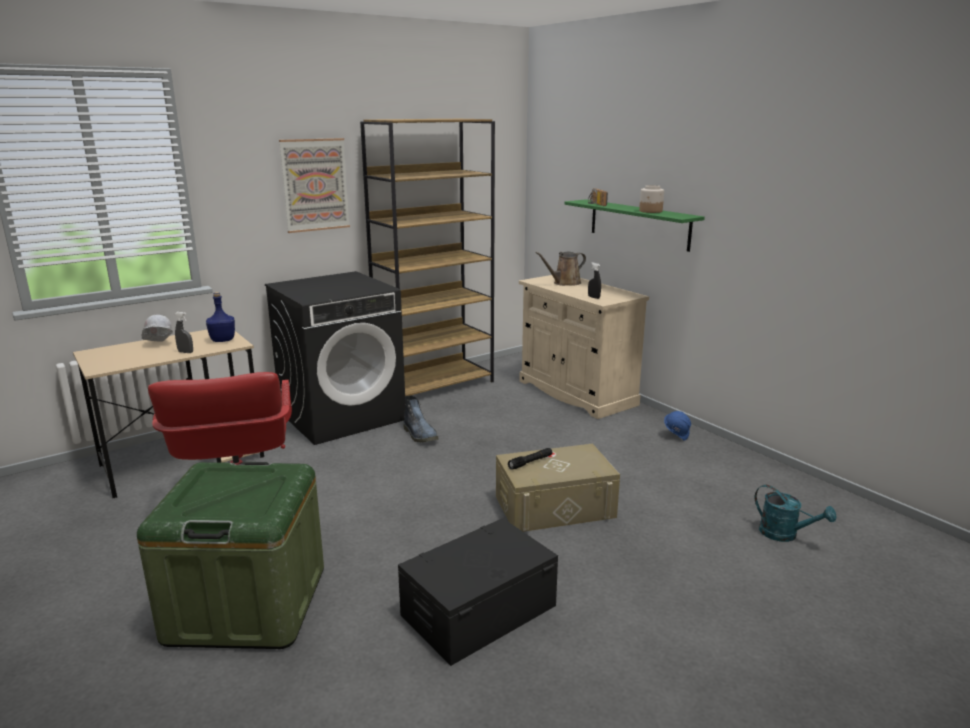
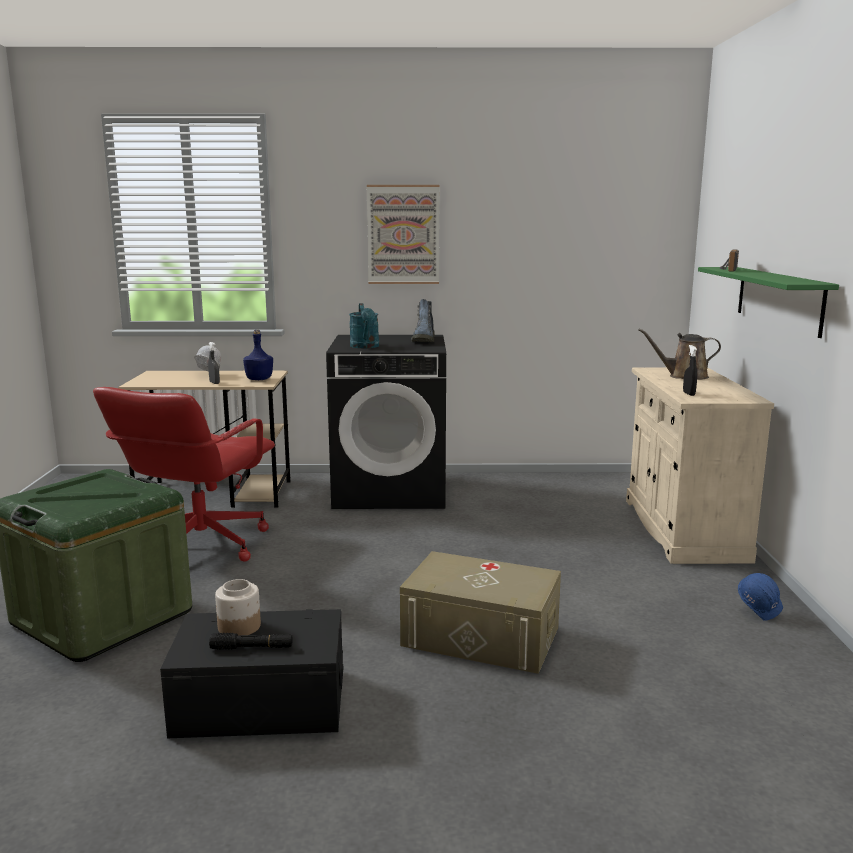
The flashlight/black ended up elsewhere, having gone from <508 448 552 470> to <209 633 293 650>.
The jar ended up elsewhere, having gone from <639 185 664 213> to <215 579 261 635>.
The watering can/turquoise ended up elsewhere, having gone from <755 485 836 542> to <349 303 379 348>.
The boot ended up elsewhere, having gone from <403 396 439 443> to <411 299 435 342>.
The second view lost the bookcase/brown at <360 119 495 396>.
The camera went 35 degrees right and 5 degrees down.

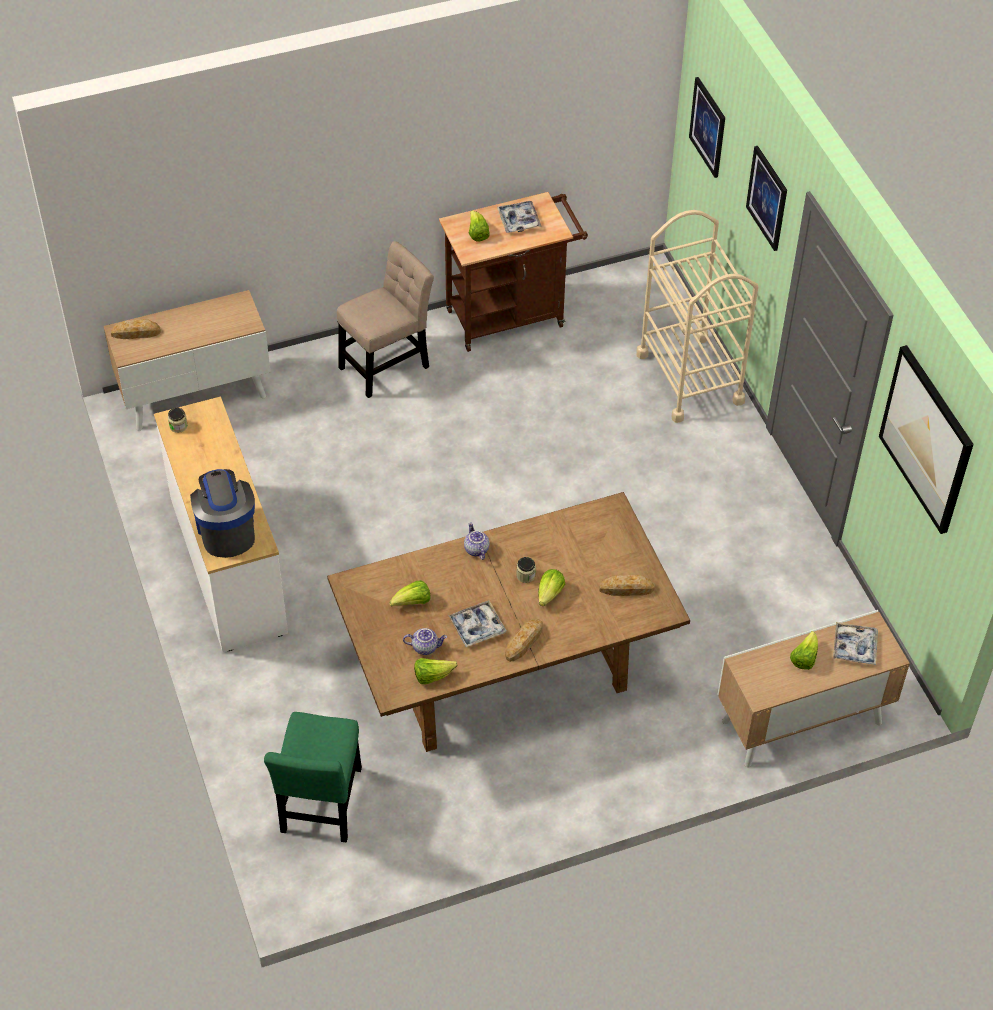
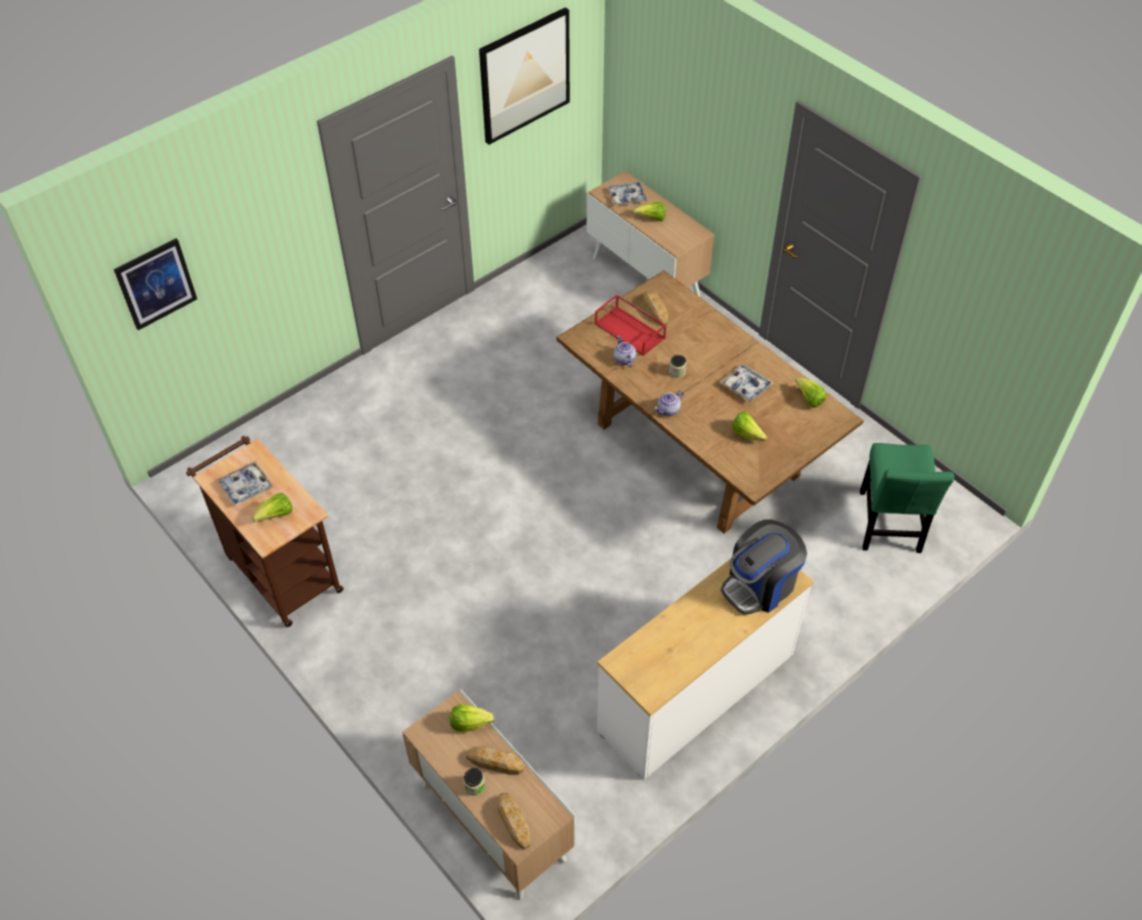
The lettuce ended up elsewhere, having gone from <538 569 565 606> to <450 704 495 732>.
The jar ended up elsewhere, having gone from <168 408 188 433> to <463 768 485 796>.
The bread ended up elsewhere, having gone from <505 619 543 662> to <466 746 524 775>.
The second view gained the tray/red at <595 294 667 356>.
The teapot ended up elsewhere, having gone from <403 628 447 655> to <614 336 636 367>.
The chair/green at <264 712 362 842> ended up facing another way, 105 degrees clockwise from before.
The second view lost the chair/beige at <337 241 434 398>.
The second view lost the cart/beige at <636 210 758 423>.
The second view lost the picture at <746 146 787 251>.
The camera went 110 degrees left and 0 degrees up.

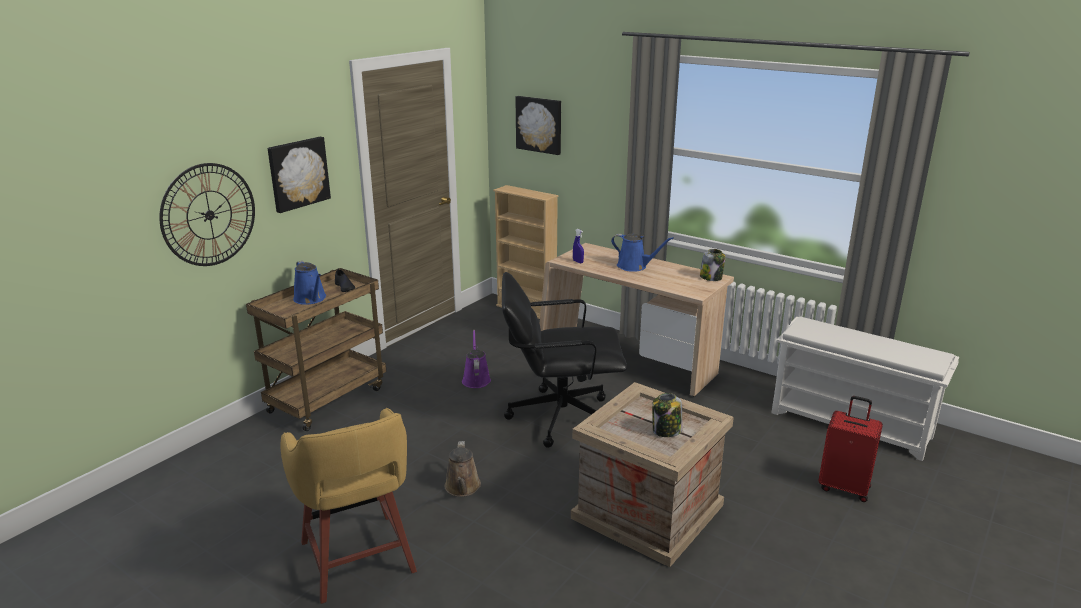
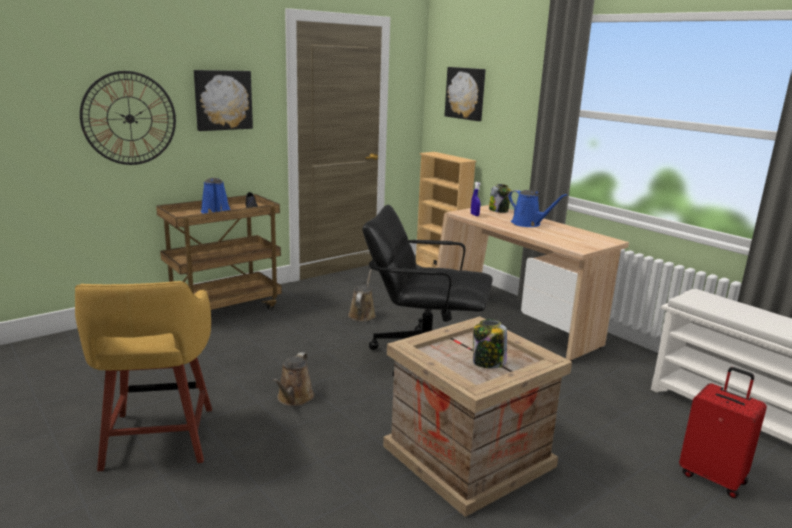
What was the watering can/purple at <462 330 491 388> turned into the watering can/brown at <348 270 376 321>.
The jar ended up elsewhere, having gone from <700 249 726 281> to <489 184 511 213>.
The camera went 15 degrees right and 5 degrees down.

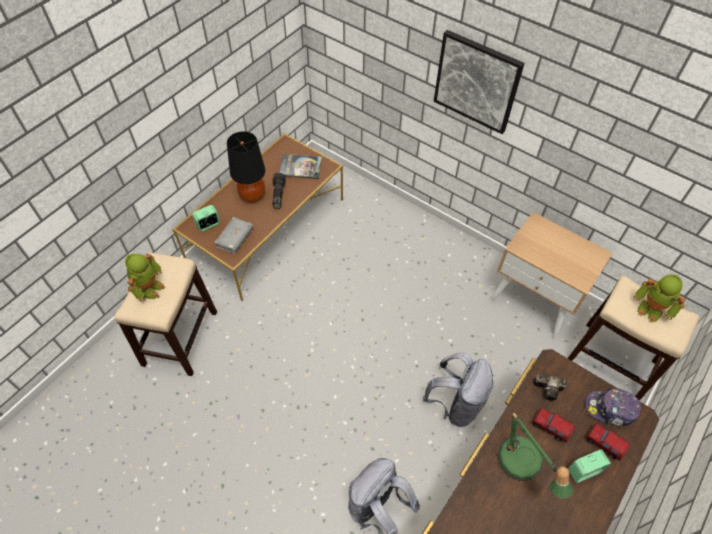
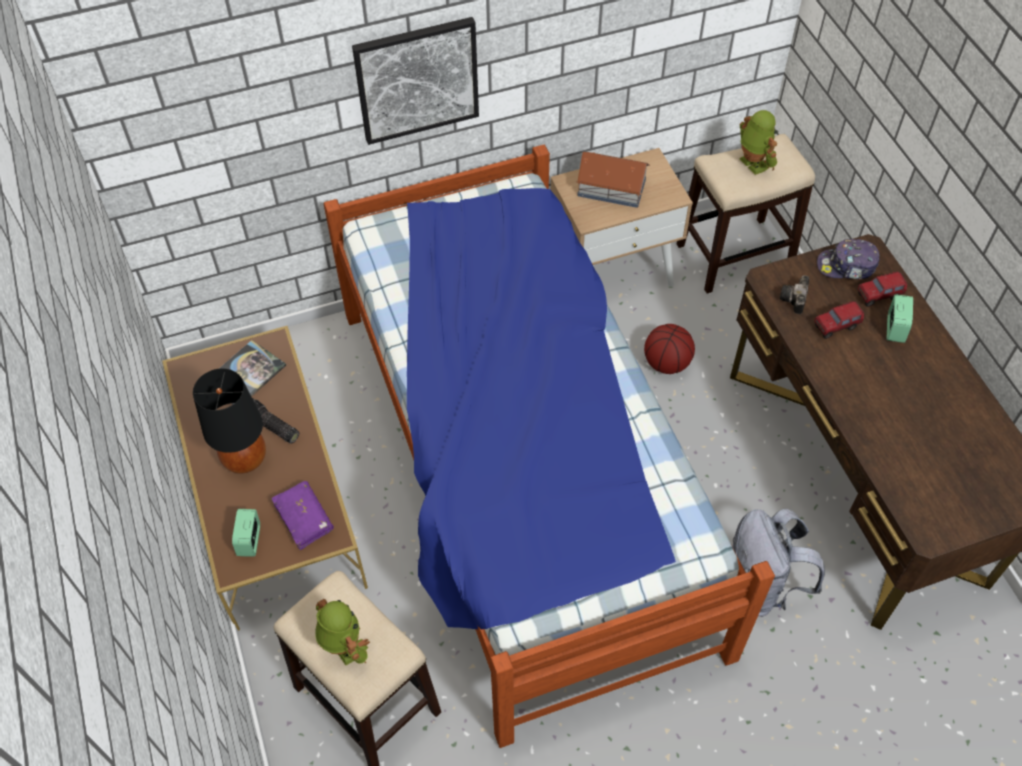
What was the book/grey at <214 217 254 253> turned into the book/purple at <271 481 334 550>.
The second view gained the bed at <323 145 775 748>.
The second view gained the toy house at <576 152 650 208>.
The second view gained the basketball at <644 324 695 374>.
The toy robot at <634 274 686 323> ended up facing another way, 105 degrees counterclockwise from before.
The photo camera at <533 375 567 401> ended up facing another way, 150 degrees clockwise from before.
The cap at <585 387 641 427> ended up facing another way, 45 degrees clockwise from before.
The second view lost the backpack/grey at <423 353 494 427>.
The second view lost the table lamp at <497 411 574 499>.
The camera went 55 degrees left and 0 degrees up.

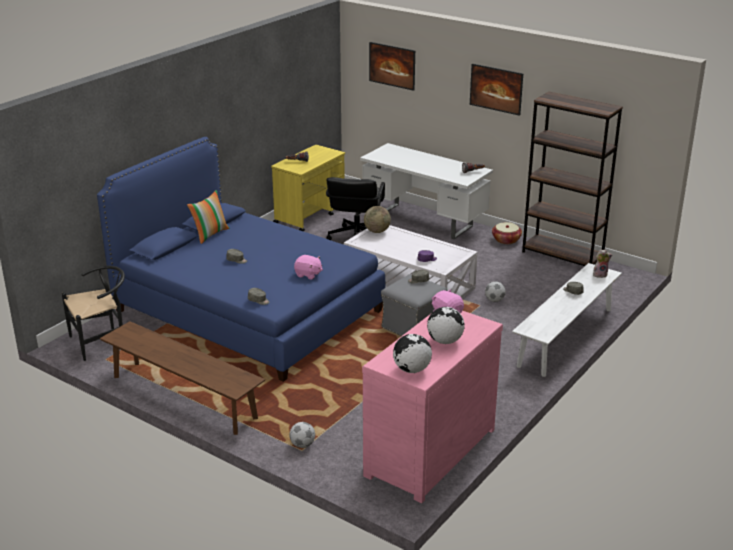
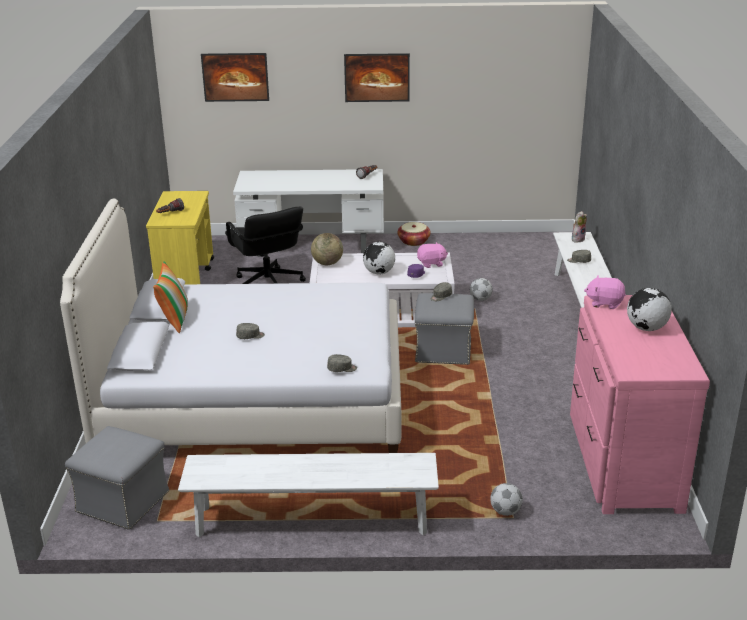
What was the bed/blue at <97 137 385 382> turned into the bed/white at <60 199 402 453>.
Where the chair/black stood at <62 266 125 361>, the ottoman/grey came to stand at <65 426 169 530>.
What was the bench/brown at <100 321 265 435> turned into the bench/white at <178 453 439 537>.
The globe ended up elsewhere, having gone from <393 334 432 373> to <363 242 395 275>.
The plush toy/pink ended up elsewhere, having gone from <294 255 323 280> to <417 242 448 268>.
The second view lost the bookcase/brown at <522 92 623 266>.
The camera went 35 degrees left and 0 degrees up.

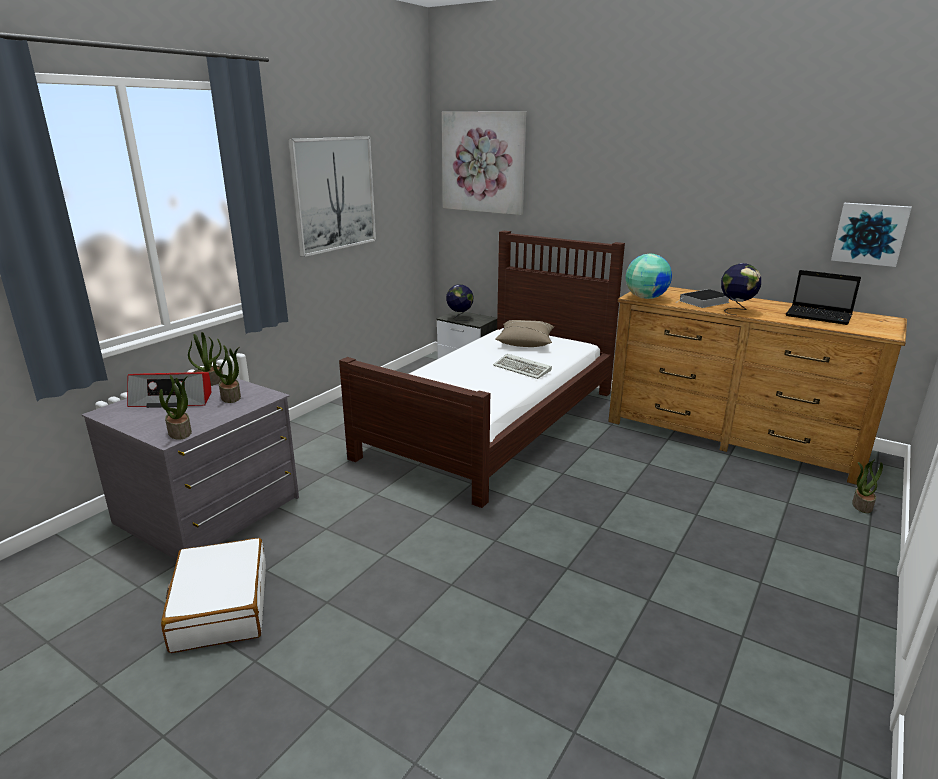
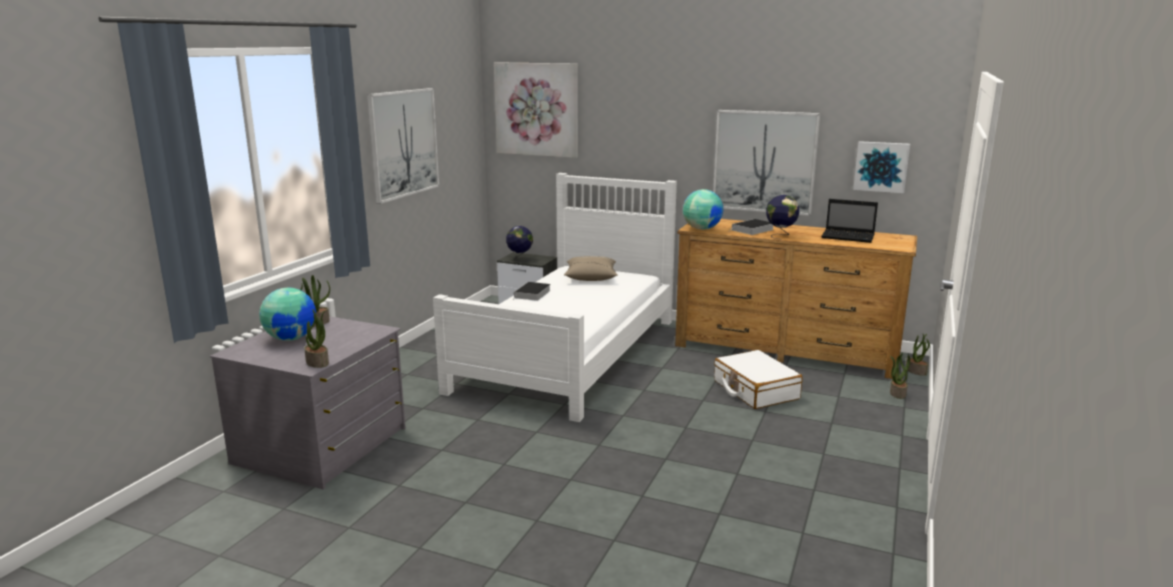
Where the radio stood at <127 372 211 408>, the globe came to stand at <259 288 316 341>.
What was the bed/brown at <339 231 625 508> turned into the bed/white at <433 173 677 422>.
The second view gained the book at <513 282 551 301>.
The second view gained the picture at <713 110 820 216>.
The suitcase/white ended up elsewhere, having gone from <161 538 266 653> to <714 350 803 409>.
The potted plant ended up elsewhere, having gone from <213 345 241 403> to <906 334 930 376>.
The second view lost the keyboard at <493 354 552 379>.
The camera went 10 degrees left and 5 degrees down.

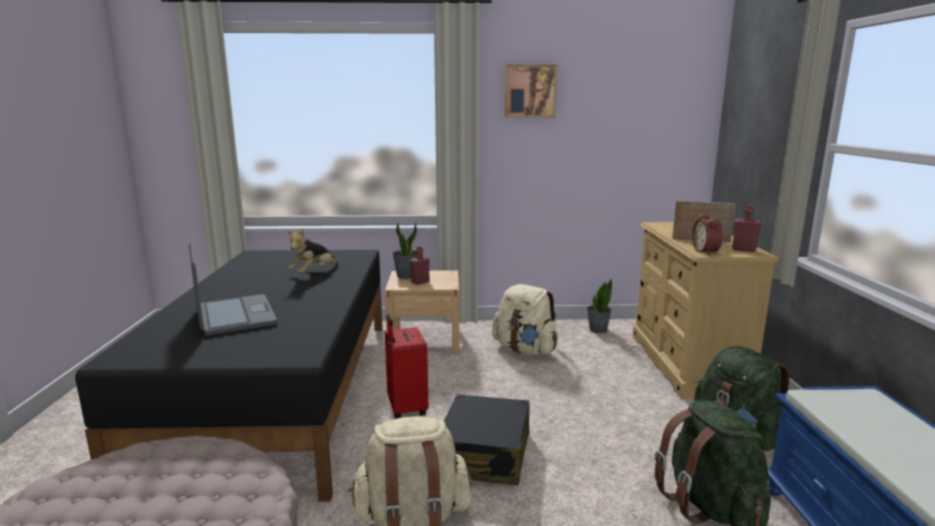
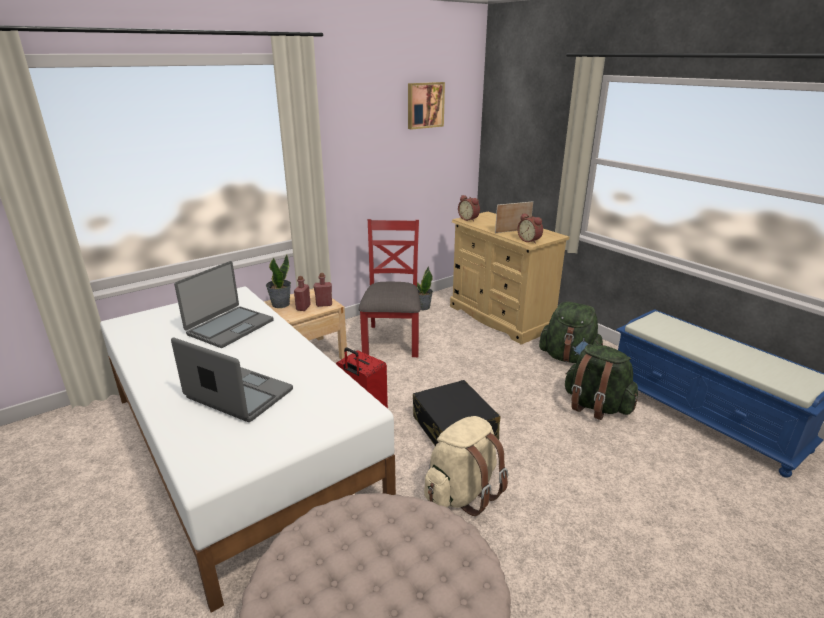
What was the bed/black at <75 250 382 501> turned into the bed/white at <100 286 396 613>.
Where the plush toy stood at <287 229 338 273>, the laptop came to stand at <174 261 274 348>.
The bottle/red ended up elsewhere, having gone from <732 205 761 252> to <314 273 332 307>.
Where the backpack/beige stood at <492 284 558 355>, the chair/red came to stand at <358 219 421 357>.
The picture ended up elsewhere, having gone from <504 64 557 118> to <408 82 445 130>.
The second view gained the alarm clock at <458 195 480 222>.
The camera went 35 degrees left and 10 degrees up.

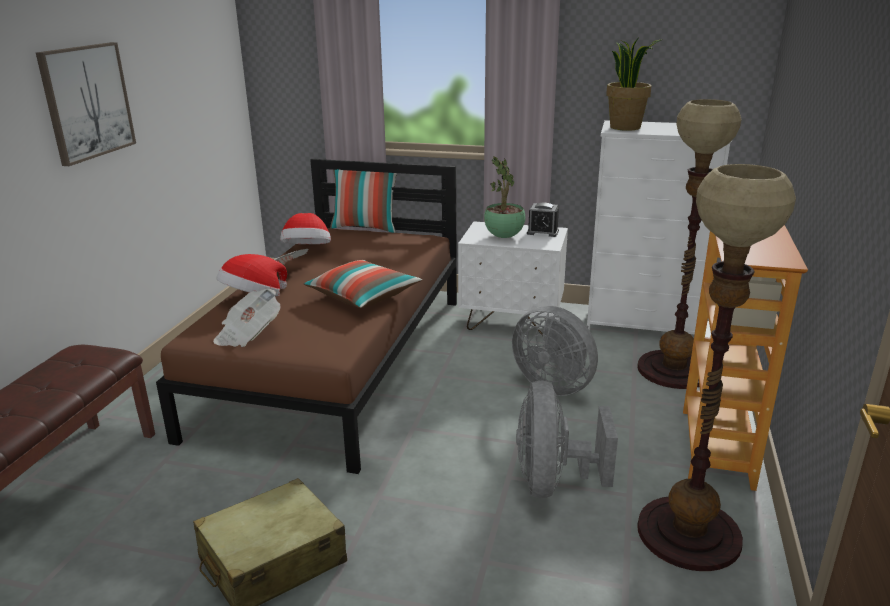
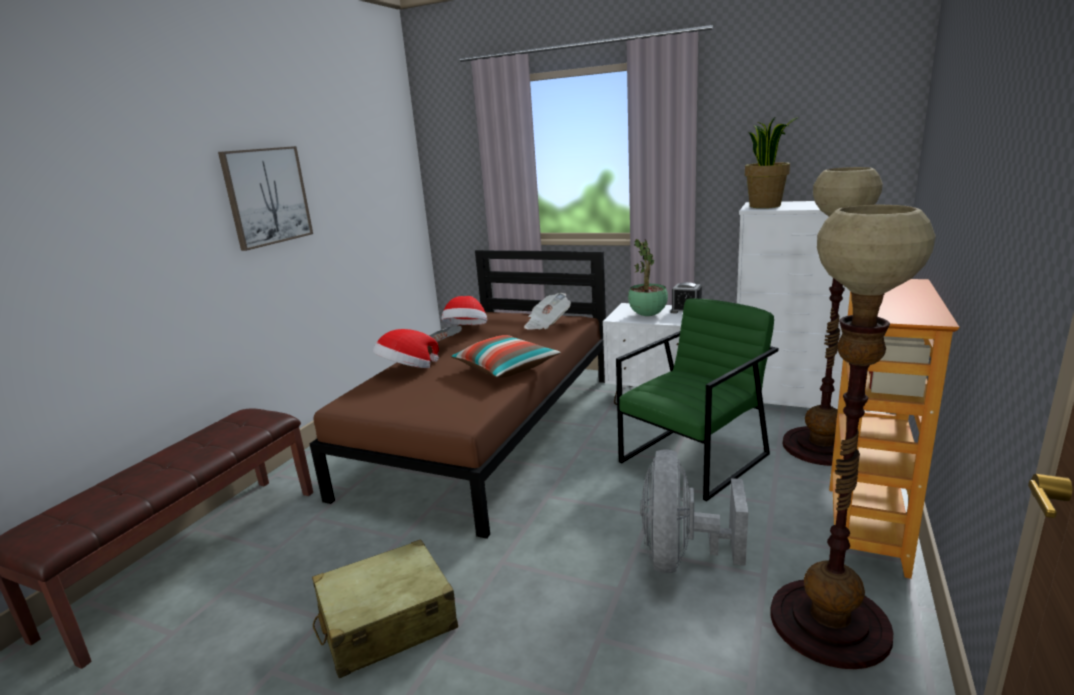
The newspaper ended up elsewhere, having gone from <213 289 280 347> to <524 293 571 330>.
Where the fan/grey stood at <512 306 598 396>, the armchair/green came to stand at <616 298 778 501>.
The second view lost the pillow at <330 169 397 233>.
The camera went 10 degrees right and 5 degrees down.

